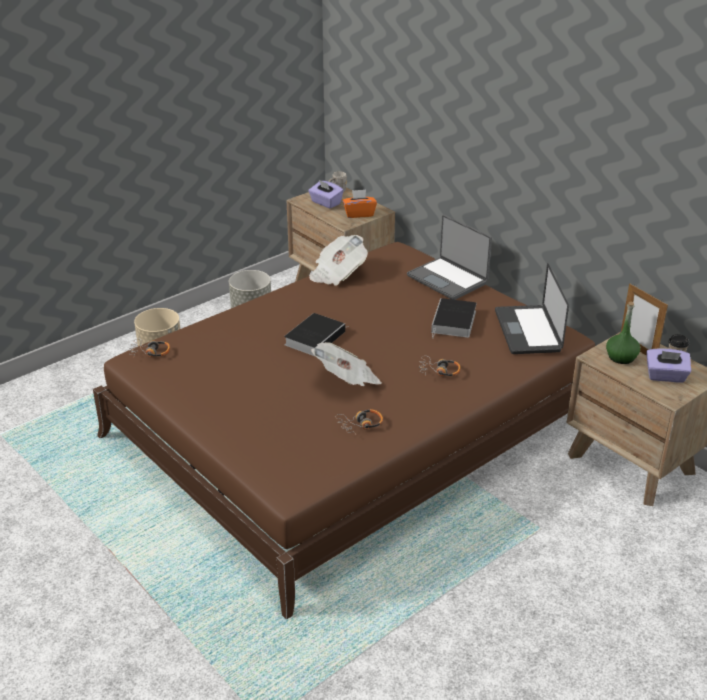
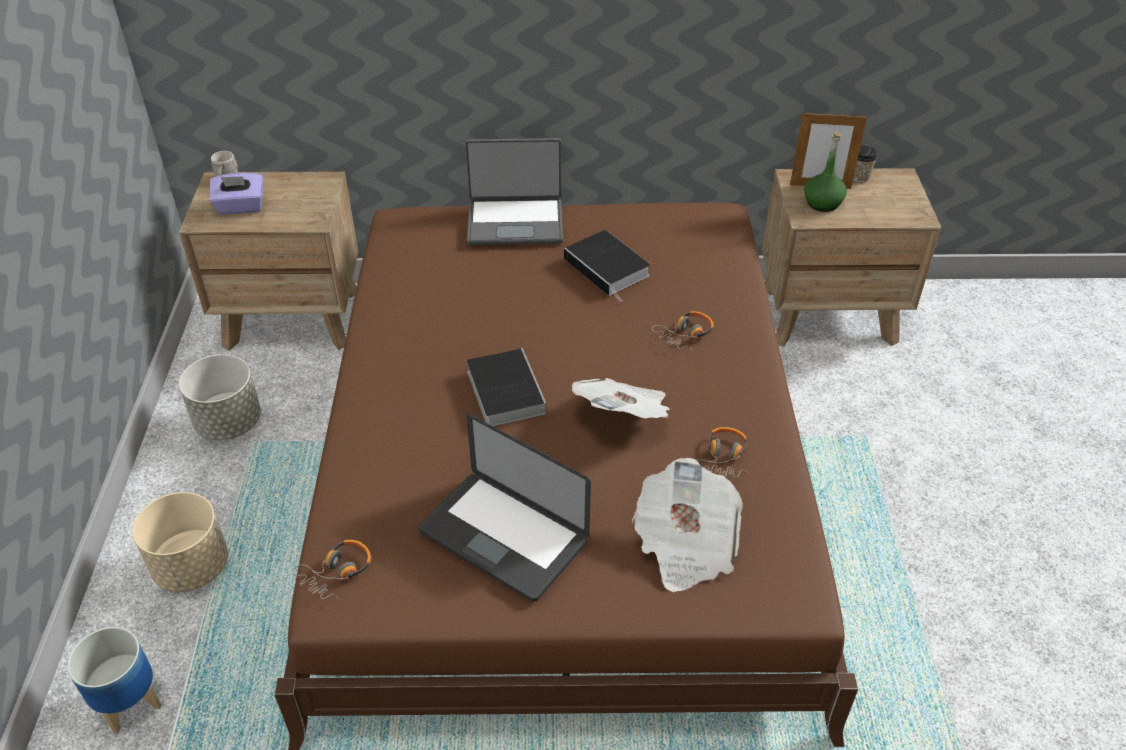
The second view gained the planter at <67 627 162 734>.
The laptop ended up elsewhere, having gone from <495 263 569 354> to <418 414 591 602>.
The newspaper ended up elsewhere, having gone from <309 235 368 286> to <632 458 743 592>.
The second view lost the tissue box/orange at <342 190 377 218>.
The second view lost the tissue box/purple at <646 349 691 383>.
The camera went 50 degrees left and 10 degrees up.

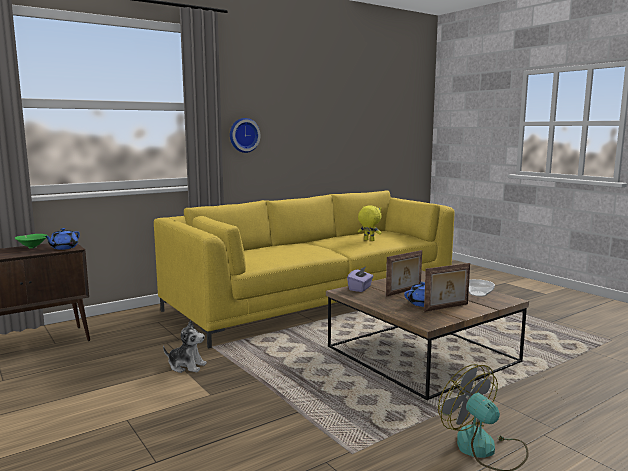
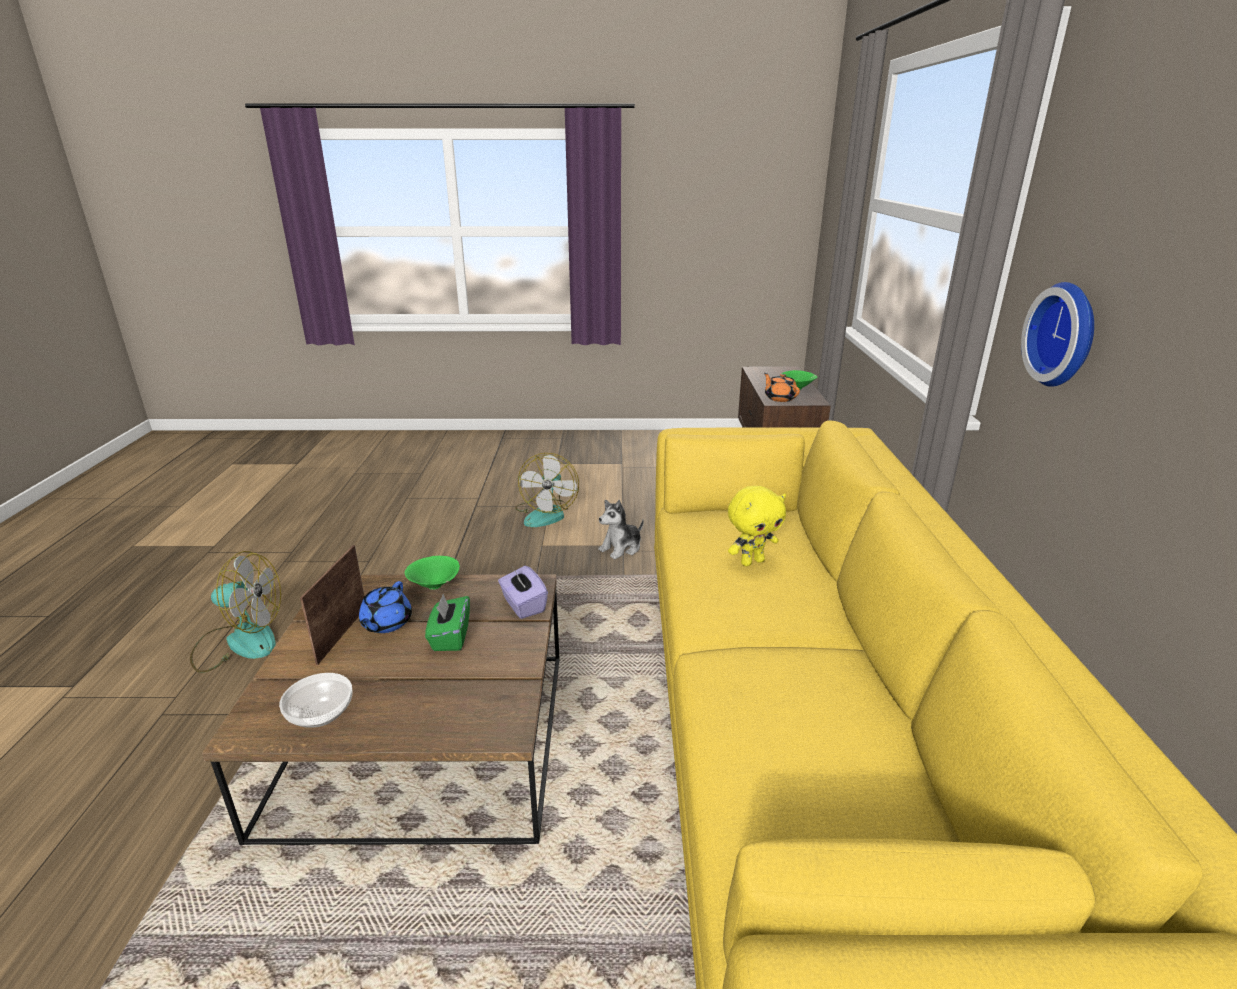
The second view gained the bowl/green at <405 556 460 590>.
Where the picture frame stood at <386 250 422 297>, the tissue box/green came to stand at <425 594 470 651>.
The second view gained the fan at <515 453 579 527>.
The plush toy/yellow ended up elsewhere, having gone from <358 205 381 241> to <728 486 786 566>.
What was the teapot/blue at <44 228 80 250> turned into the teapot/orange at <764 373 800 402>.
The camera went 125 degrees right and 15 degrees up.

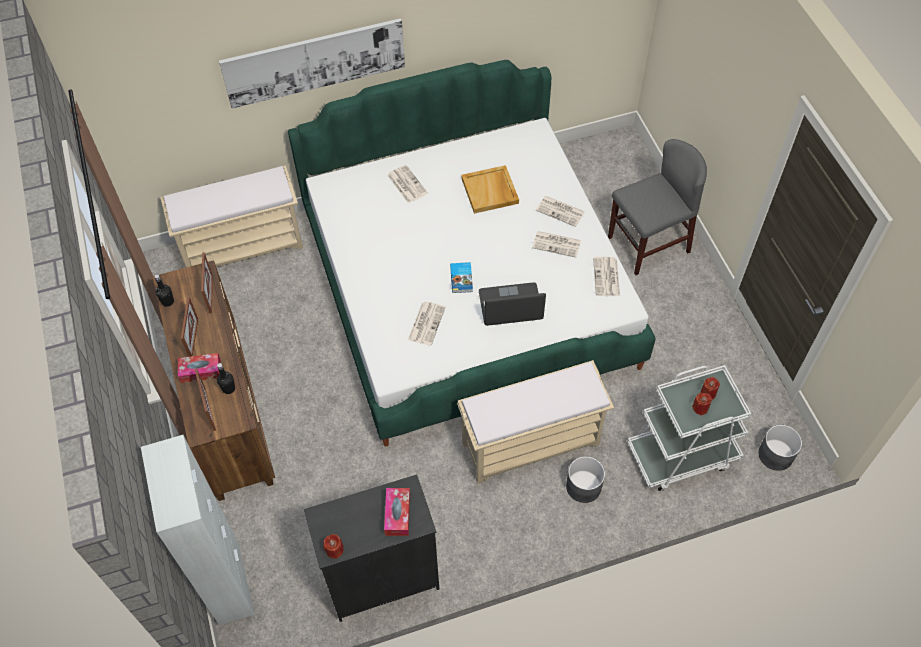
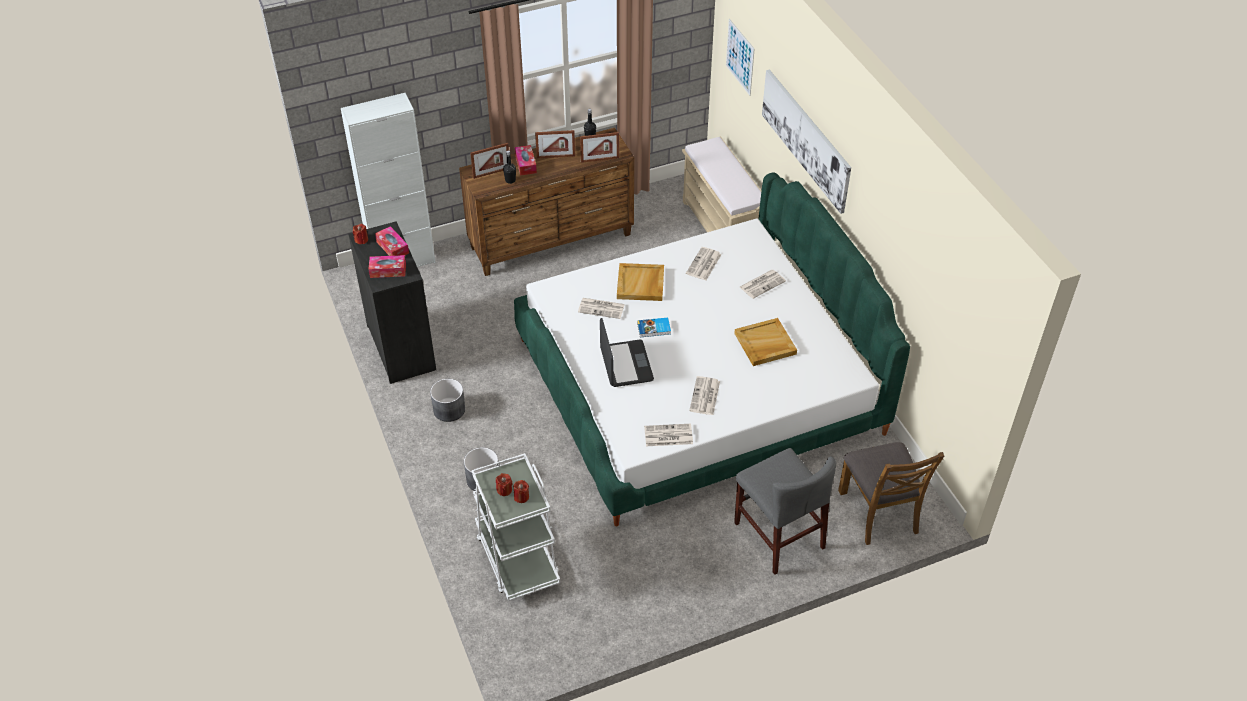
The second view gained the tissue box at <375 226 409 256>.
The planter/grey ended up elsewhere, having gone from <758 425 802 471> to <430 379 465 422>.
The second view gained the tray/beige at <617 263 664 301>.
The newspaper ended up elsewhere, having gone from <536 196 585 227> to <686 247 722 280>.
The second view gained the picture at <726 19 755 96>.
The second view gained the chair/brown at <838 442 944 545>.
The second view lost the bench/beige at <457 360 614 483>.
The camera went 85 degrees right and 10 degrees down.

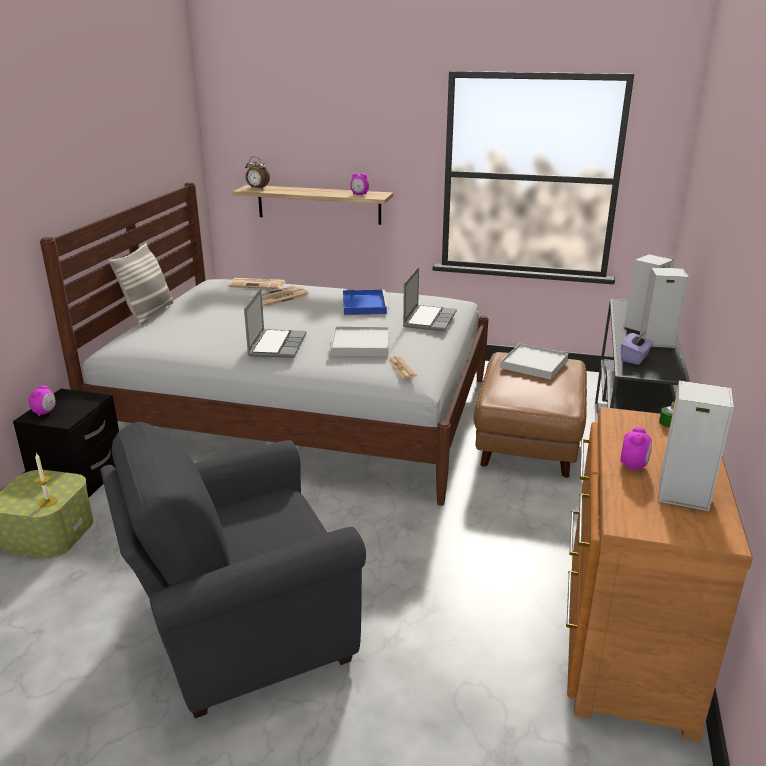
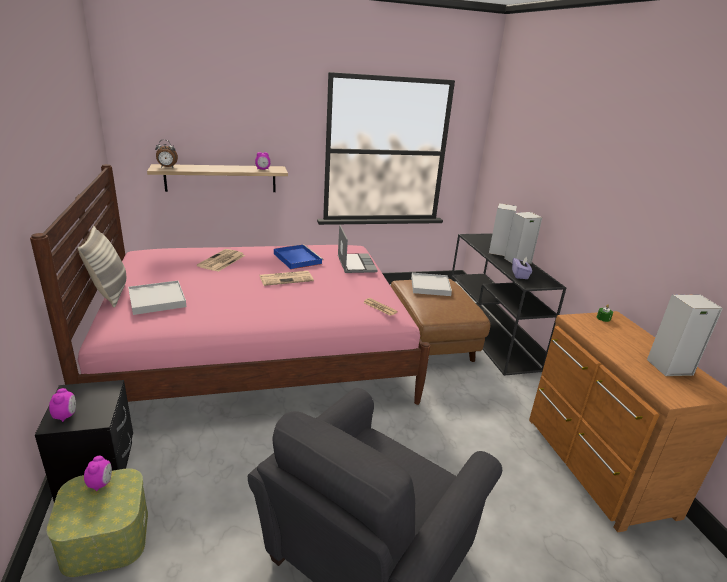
What was the bed/white at <40 182 488 506> turned into the bed/pink at <30 164 430 405>.
The alarm clock ended up elsewhere, having gone from <620 427 652 472> to <84 456 112 491>.
The tray/white ended up elsewhere, having gone from <331 326 389 356> to <128 281 187 315>.
The newspaper ended up elsewhere, having gone from <228 278 286 289> to <260 271 314 286>.
The second view lost the candle at <34 453 58 507>.
The second view lost the laptop at <244 288 306 358>.
The camera went 30 degrees left and 0 degrees up.

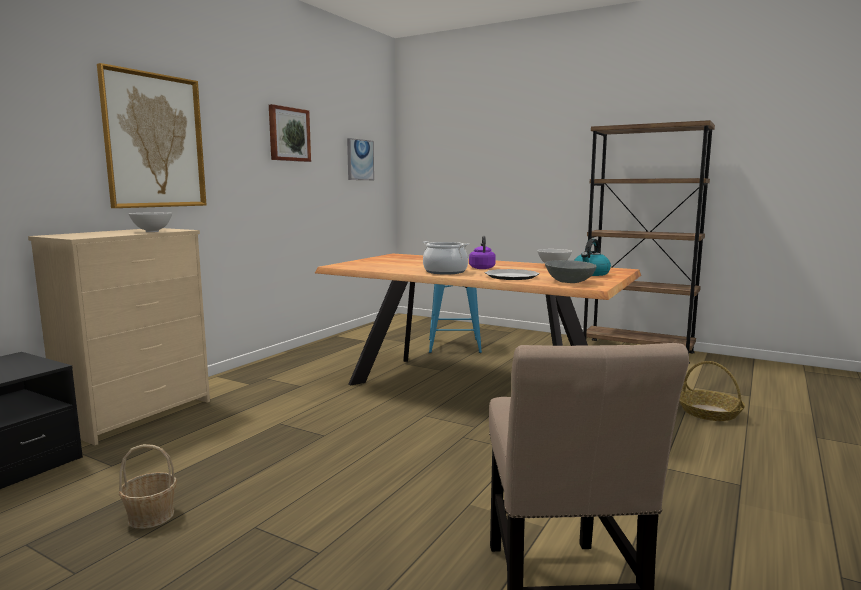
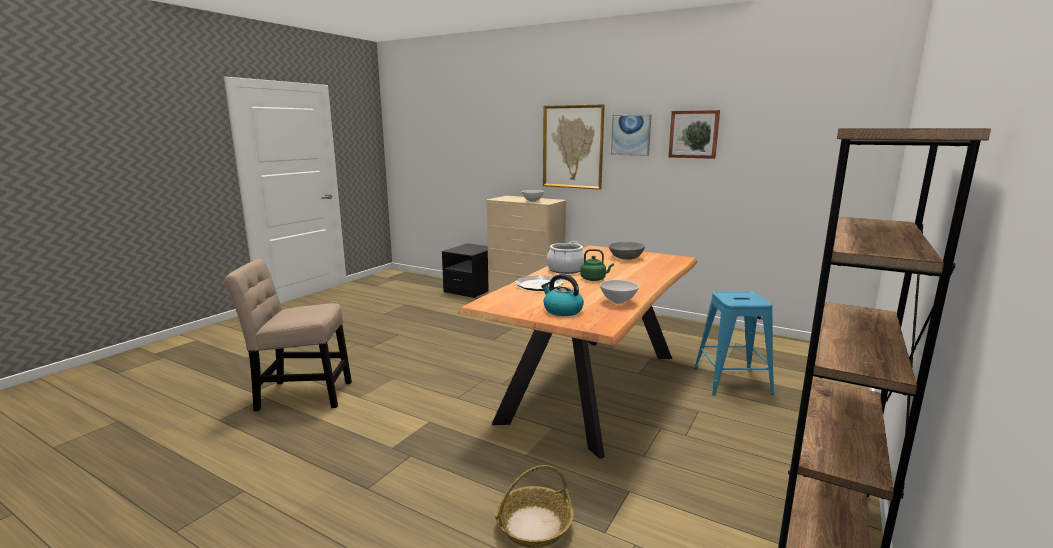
What was the kettle/purple at <469 236 496 269> turned into the kettle/green at <580 249 614 281>.
The bowl/grey ended up elsewhere, having gone from <545 260 597 283> to <608 242 645 260>.
The picture ended up elsewhere, having gone from <347 138 374 180> to <611 115 651 156>.
The second view lost the basket at <118 444 177 529>.
The camera went 90 degrees right and 5 degrees up.

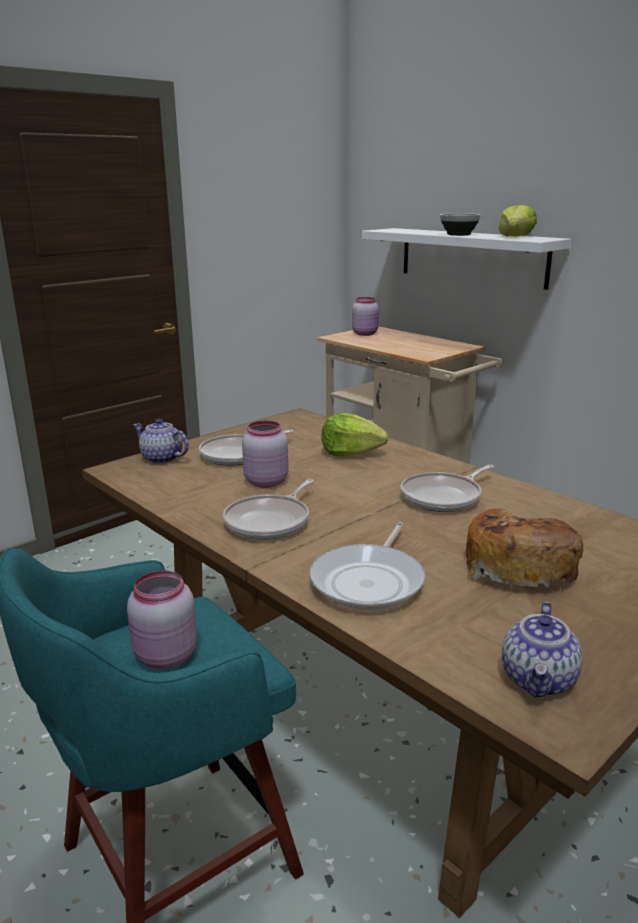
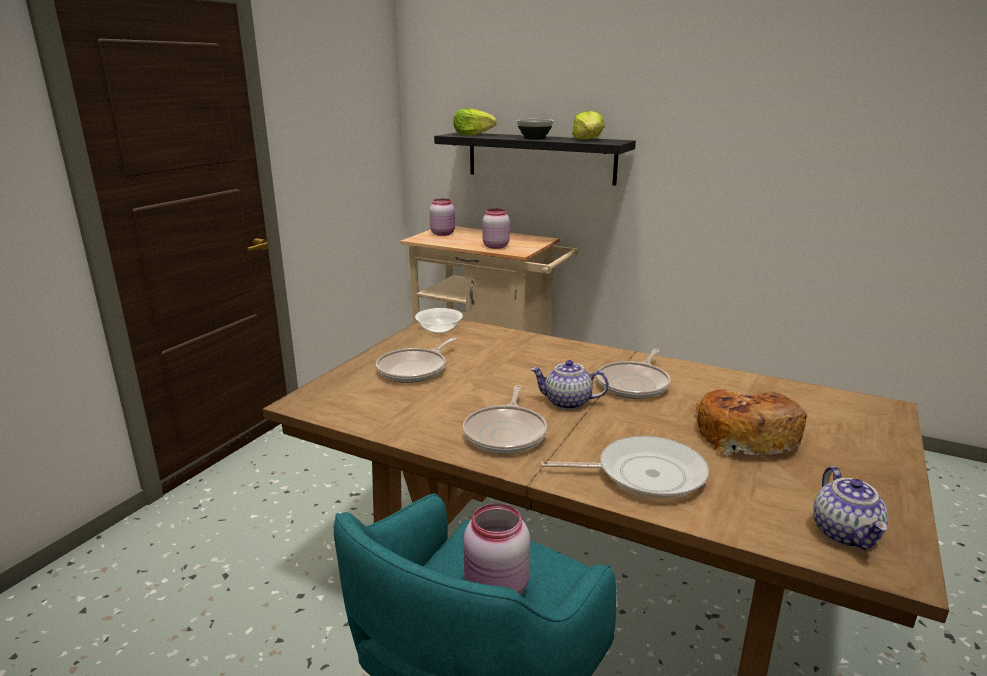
The second view gained the bowl at <415 308 463 334>.
What was the shelf/white at <362 228 572 290> turned into the shelf/black at <434 132 636 186>.
The lettuce ended up elsewhere, having gone from <321 413 388 456> to <453 108 497 135>.
The jar/pink ended up elsewhere, having gone from <242 420 288 488> to <482 209 510 249>.
The teapot ended up elsewhere, having gone from <133 419 189 464> to <530 360 609 410>.
The frying pan at <309 522 425 610> ended up facing another way, 90 degrees counterclockwise from before.
The camera went 20 degrees left and 0 degrees up.

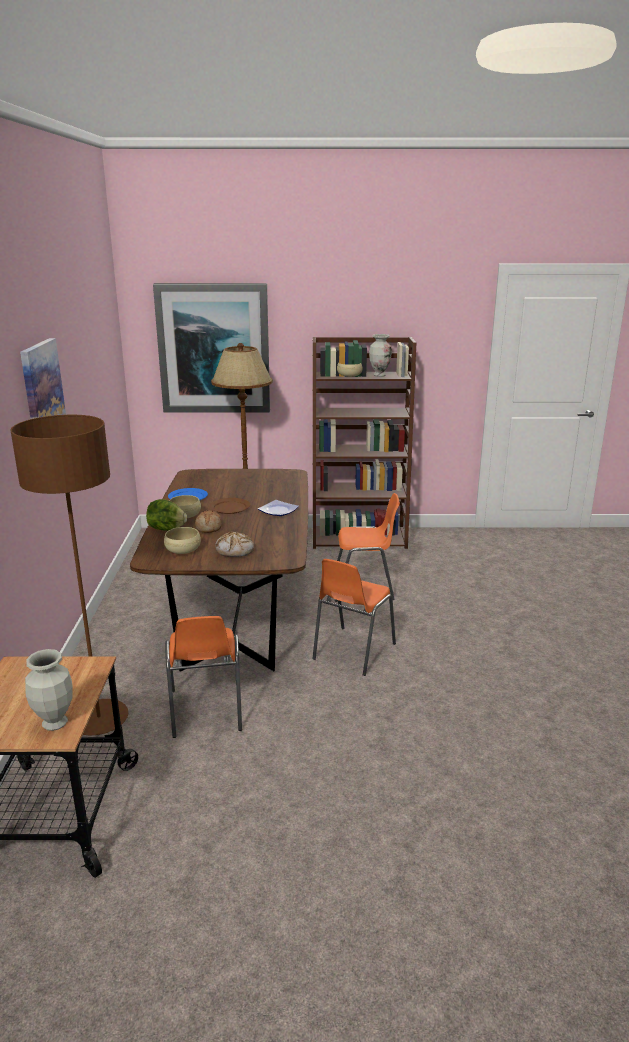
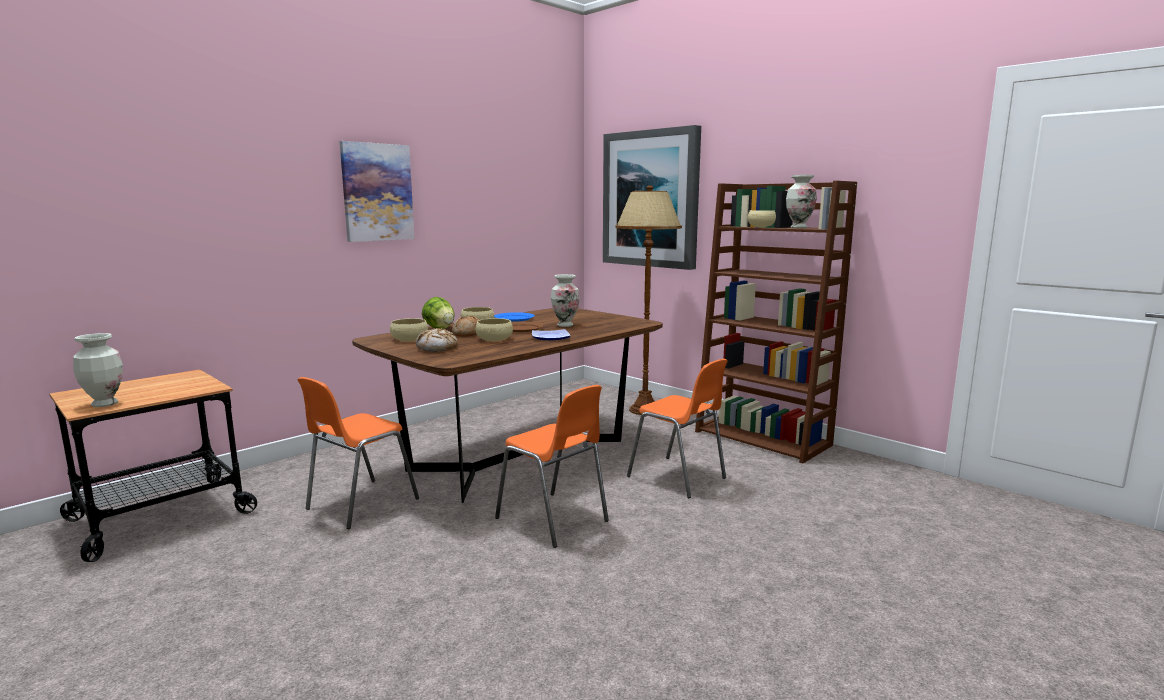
The second view gained the bowl/beige at <475 318 513 341>.
The chair/orange at <312 559 396 676> ended up facing another way, 120 degrees counterclockwise from before.
The second view gained the vase at <551 274 580 327>.
The second view lost the floor lamp/brown at <10 415 128 735>.
The camera went 45 degrees right and 10 degrees down.

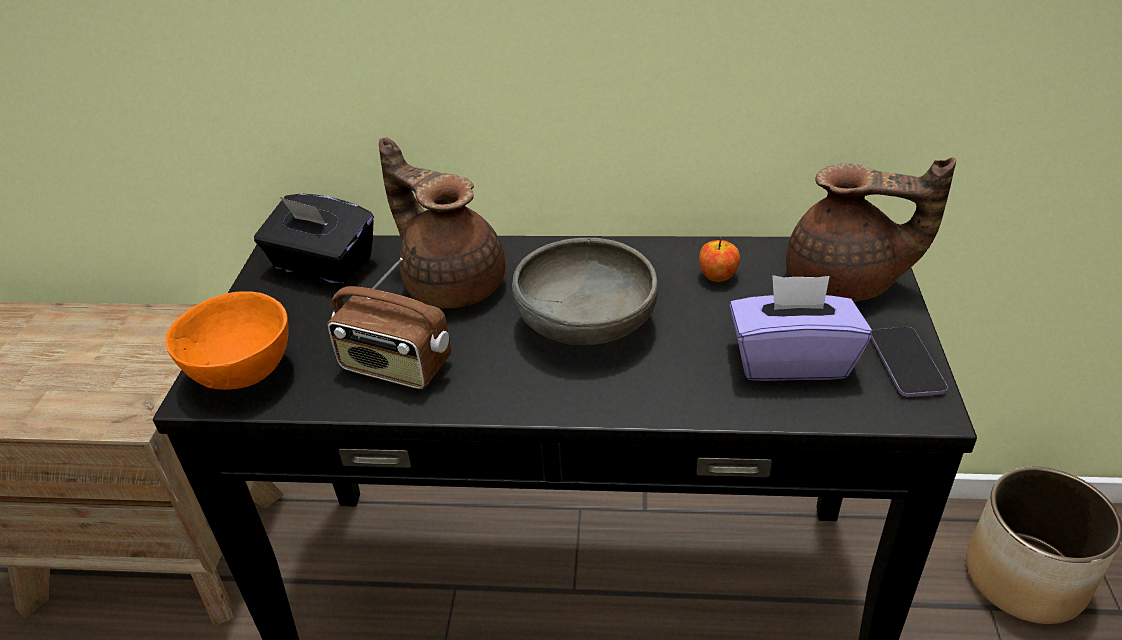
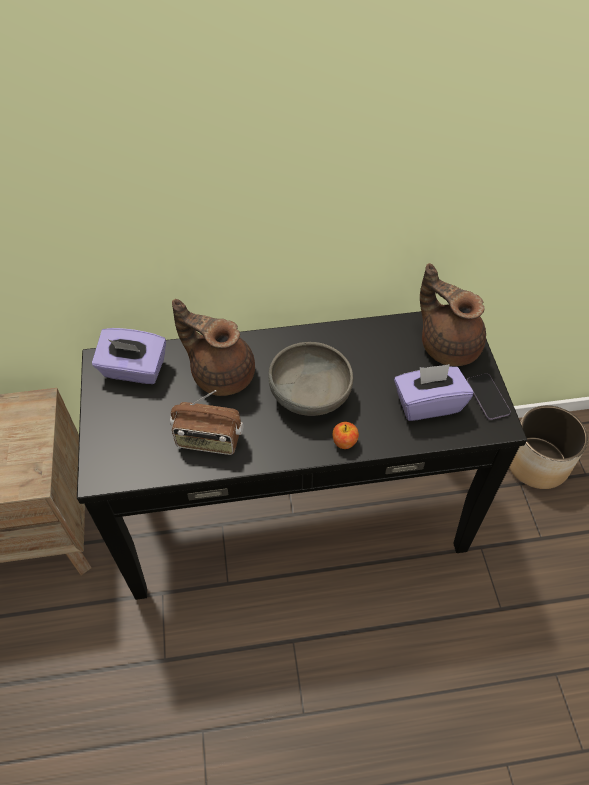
What was the tissue box/black at <254 193 374 284> turned into the tissue box/purple at <92 328 166 384>.
The apple ended up elsewhere, having gone from <699 237 740 282> to <333 422 359 449>.
The teapot/brown at <786 157 956 301> ended up facing another way, 135 degrees counterclockwise from before.
The second view lost the bowl/orange at <165 291 289 390>.
The camera went 15 degrees left and 15 degrees up.

